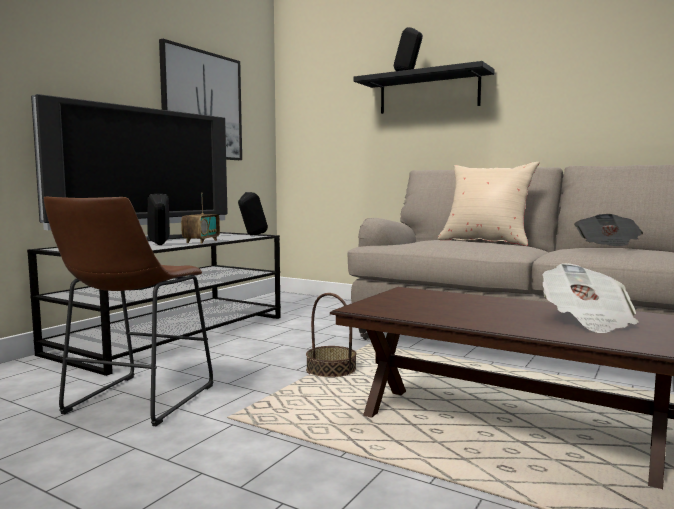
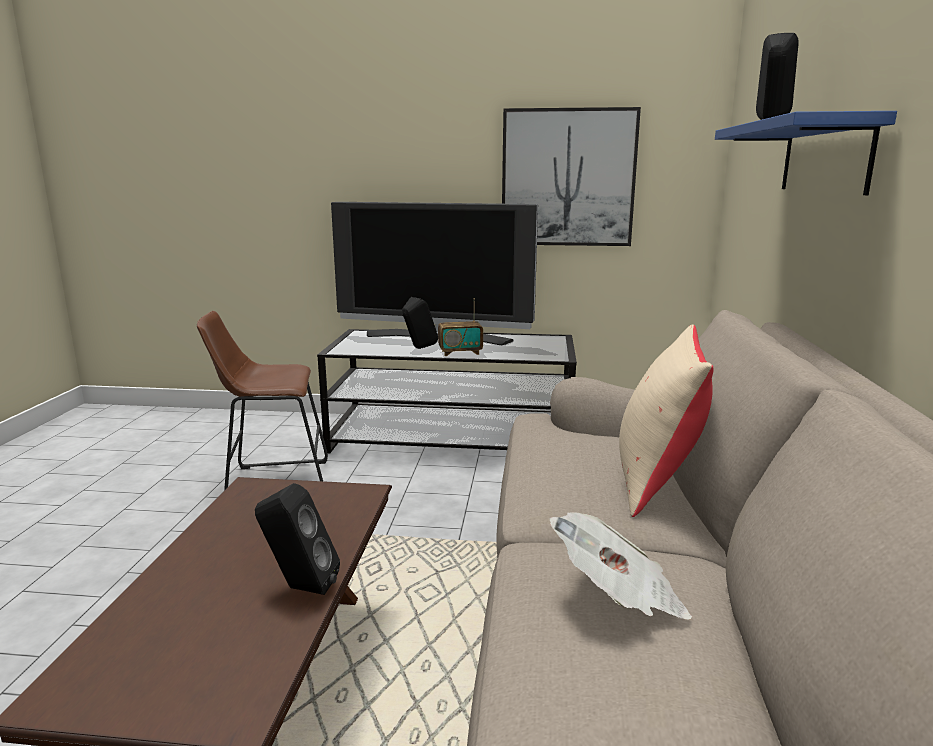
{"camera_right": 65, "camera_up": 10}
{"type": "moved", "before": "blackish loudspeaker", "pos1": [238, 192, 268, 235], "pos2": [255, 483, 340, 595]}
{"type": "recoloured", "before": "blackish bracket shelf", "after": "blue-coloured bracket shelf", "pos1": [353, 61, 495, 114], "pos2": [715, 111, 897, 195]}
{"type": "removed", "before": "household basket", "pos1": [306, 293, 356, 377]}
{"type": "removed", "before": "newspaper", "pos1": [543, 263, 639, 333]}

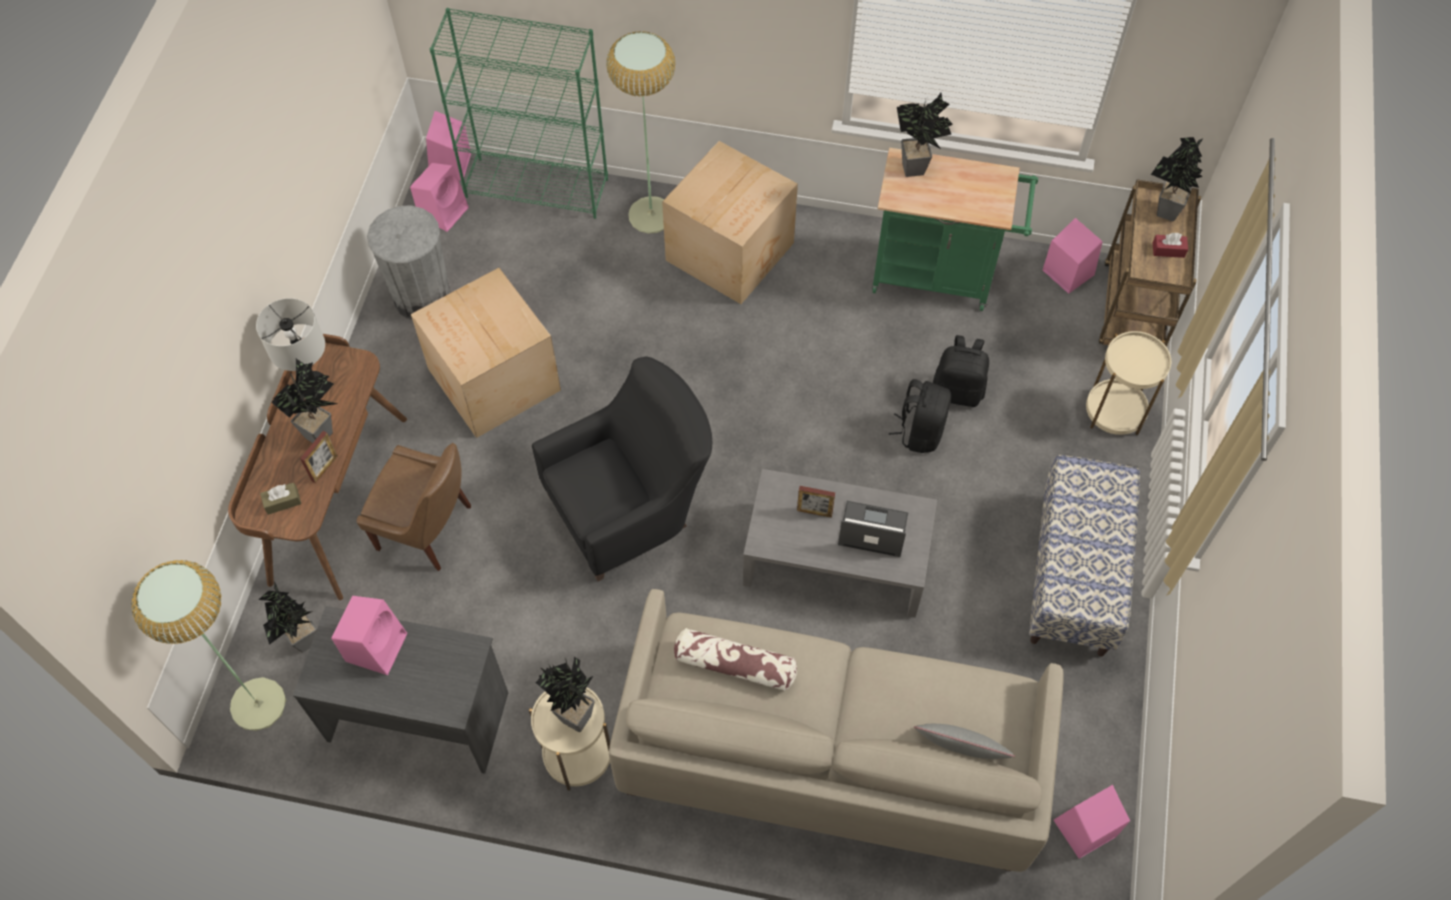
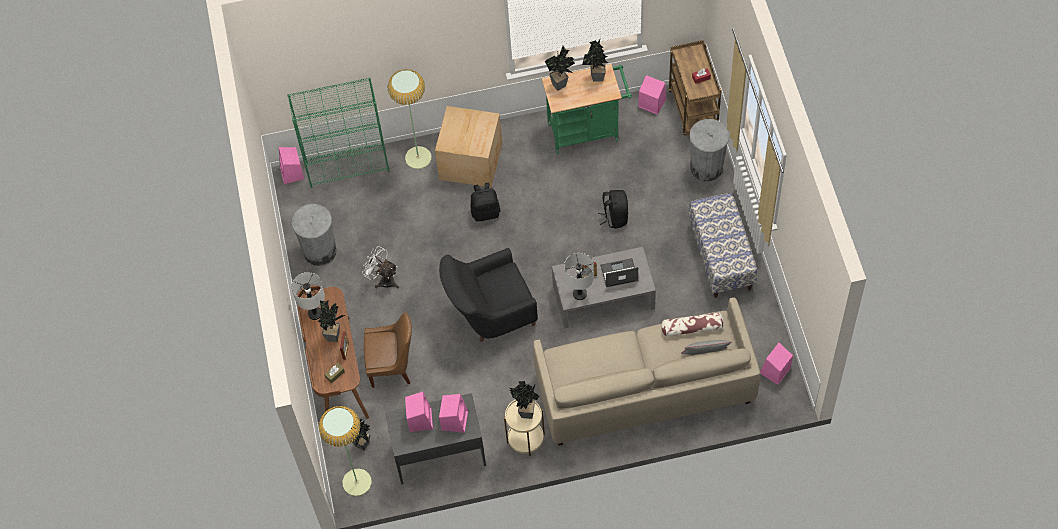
{"camera_right": -20, "camera_up": 0}
{"type": "replaced", "before": "packing box", "after": "white-coloured fan", "pos1": [411, 268, 561, 438], "pos2": [362, 246, 399, 288]}
{"type": "turned", "before": "blackish easy chair", "pos1": [532, 357, 712, 582], "pos2": [439, 248, 538, 342], "turn": -150}
{"type": "moved", "before": "pinkish loudspeaker", "pos1": [410, 163, 469, 232], "pos2": [439, 394, 468, 433]}
{"type": "moved", "before": "blackish backpack", "pos1": [933, 335, 989, 407], "pos2": [471, 182, 501, 222]}
{"type": "added", "after": "greyish lamp for a table", "pos2": [564, 253, 594, 300]}
{"type": "moved", "before": "houseplant", "pos1": [1151, 137, 1203, 221], "pos2": [582, 39, 608, 82]}
{"type": "moved", "before": "pillow", "pos1": [674, 628, 797, 691], "pos2": [661, 312, 724, 337]}
{"type": "replaced", "before": "sand-coloured side table", "after": "greyish trash can", "pos1": [1086, 331, 1171, 435], "pos2": [689, 119, 729, 182]}

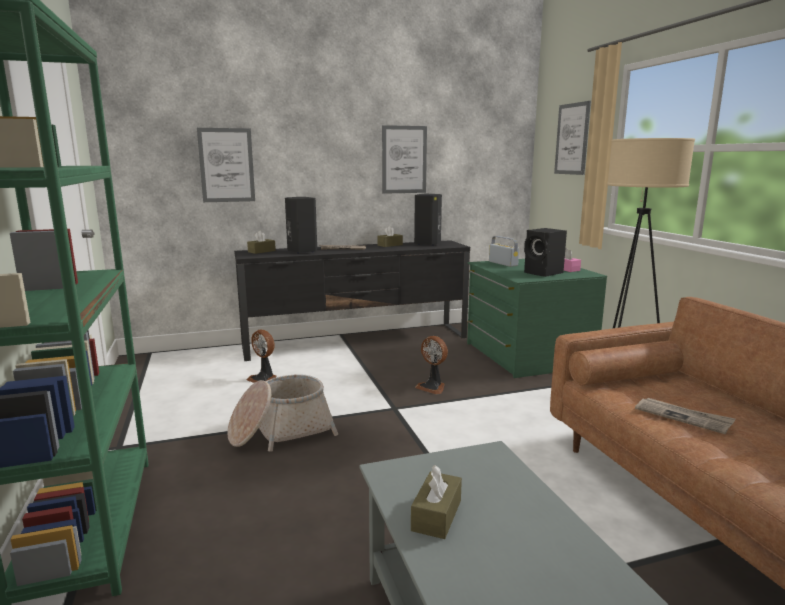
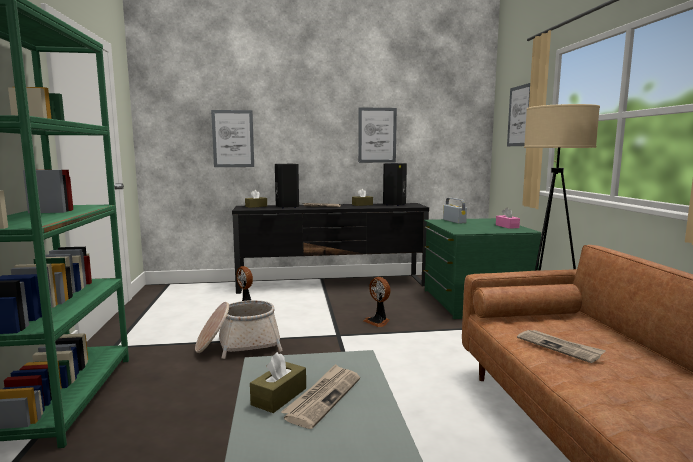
{"camera_right": 10, "camera_up": -5}
{"type": "added", "after": "newspaper", "pos2": [281, 364, 360, 429]}
{"type": "removed", "before": "blackish loudspeaker", "pos1": [524, 228, 567, 277]}

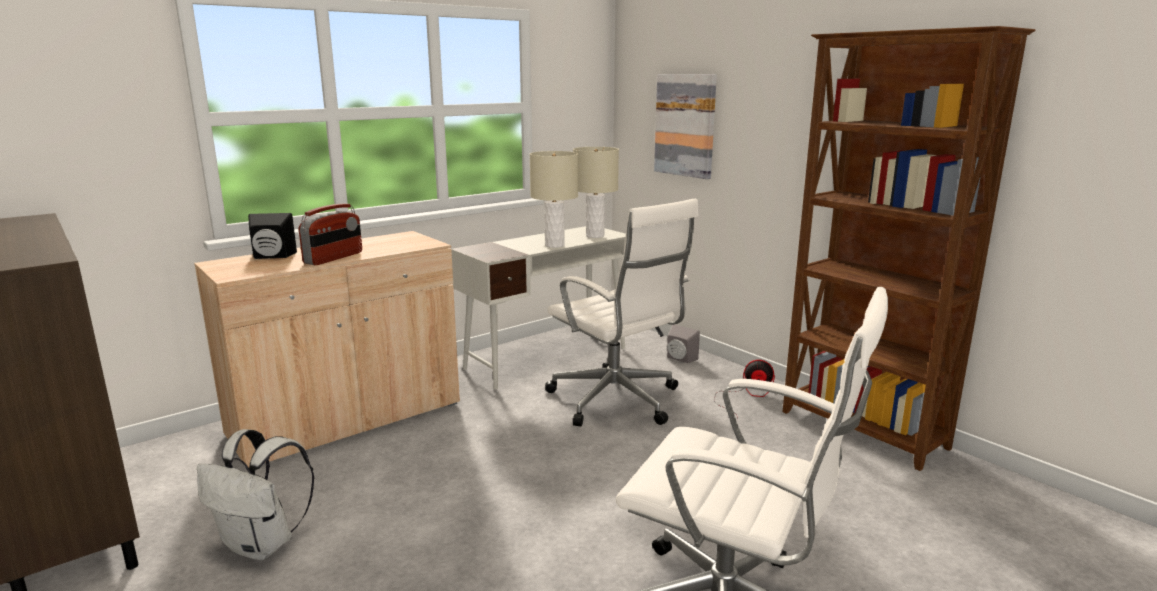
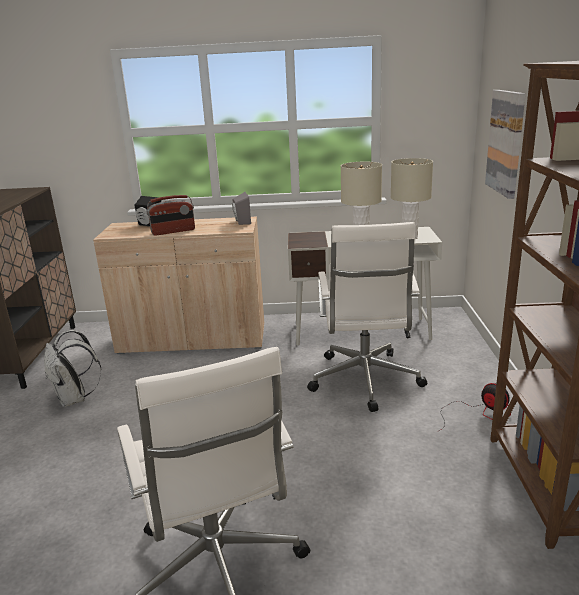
{"camera_right": 40, "camera_up": 5}
{"type": "moved", "before": "greyish loudspeaker", "pos1": [667, 325, 700, 363], "pos2": [232, 192, 251, 225]}

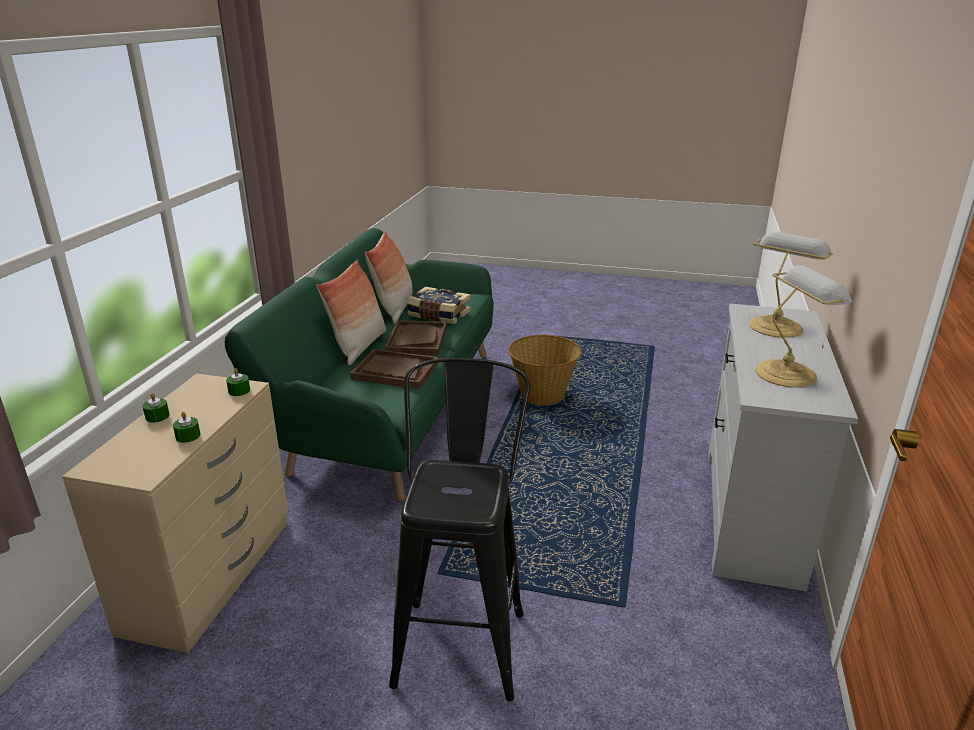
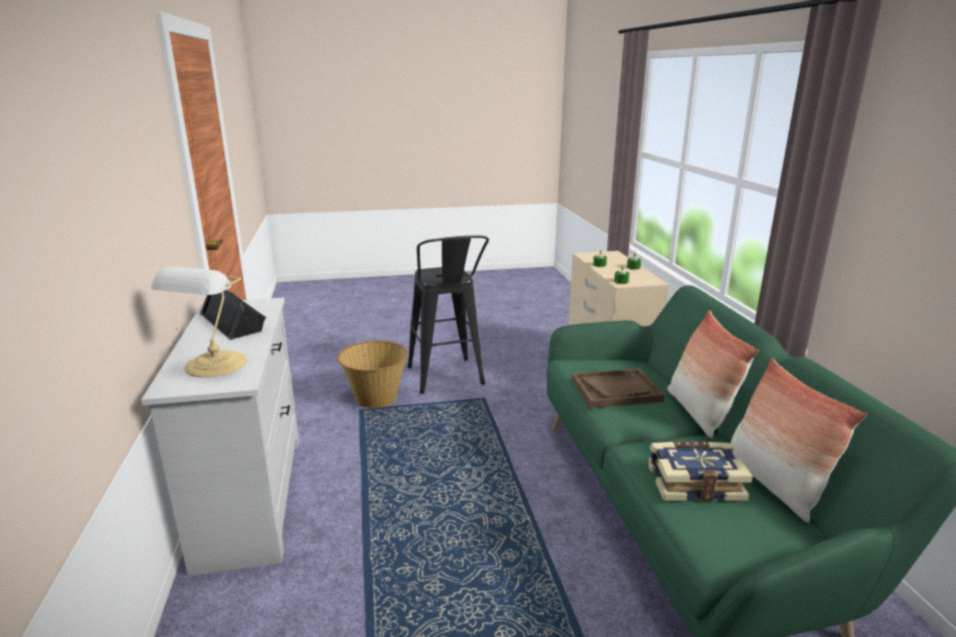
{"camera_right": 155, "camera_up": -5}
{"type": "replaced", "before": "lamp for a table", "after": "blackish loudspeaker", "pos1": [755, 265, 852, 388], "pos2": [200, 290, 266, 340]}
{"type": "moved", "before": "household basket", "pos1": [508, 335, 582, 406], "pos2": [337, 341, 408, 408]}
{"type": "removed", "before": "brown-coloured carrying tray", "pos1": [385, 320, 447, 355]}

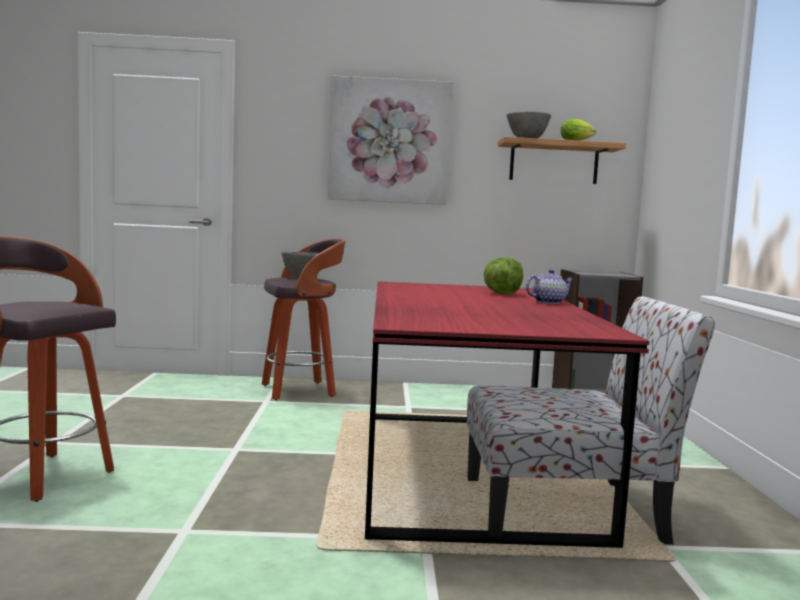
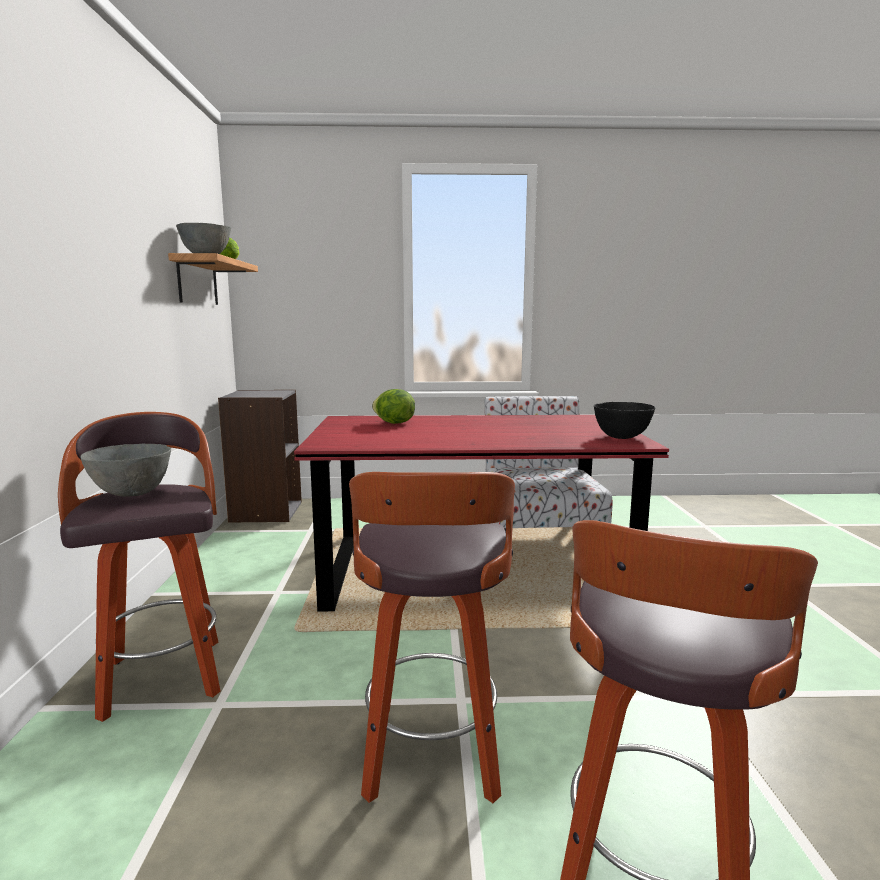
{"camera_right": -90, "camera_up": 5}
{"type": "added", "after": "stool", "pos2": [349, 472, 515, 803]}
{"type": "added", "after": "blackish bowl", "pos2": [594, 402, 655, 439]}
{"type": "removed", "before": "picture", "pos1": [328, 75, 454, 205]}
{"type": "removed", "before": "pot for tea", "pos1": [526, 269, 574, 304]}

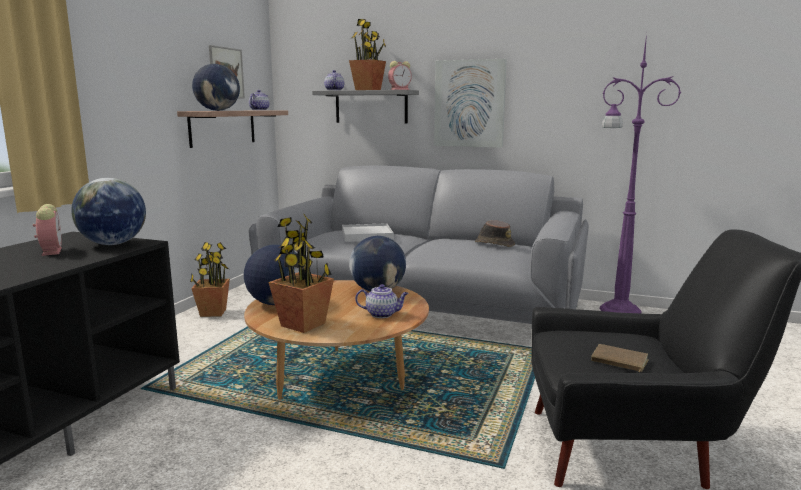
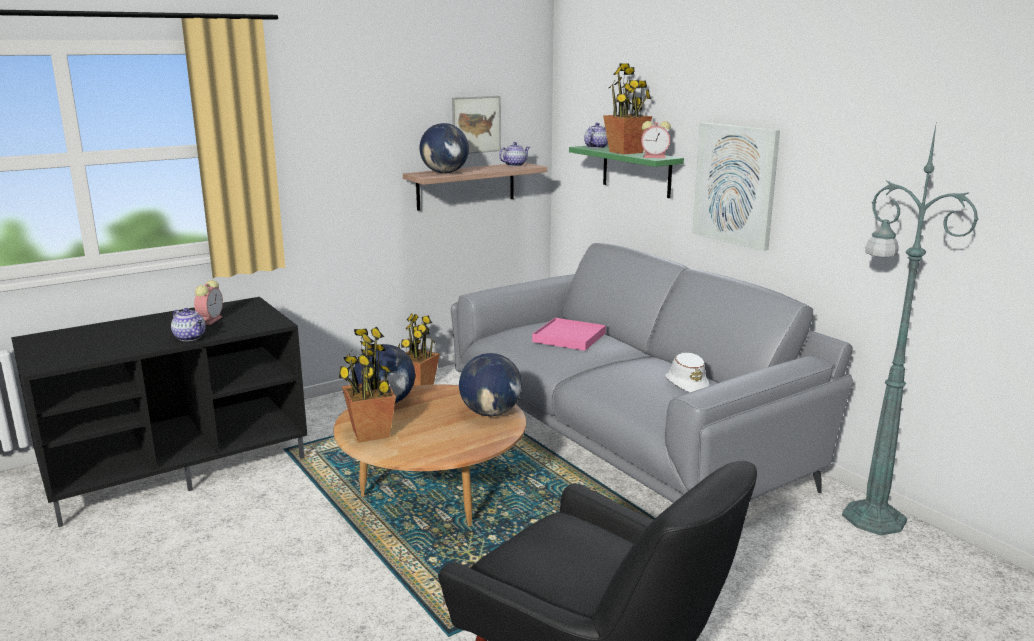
{"camera_right": 35, "camera_up": 5}
{"type": "moved", "before": "pot for tea", "pos1": [355, 284, 409, 318], "pos2": [171, 308, 206, 341]}
{"type": "recoloured", "before": "white-coloured carrying tray", "after": "pinkish carrying tray", "pos1": [342, 223, 394, 242], "pos2": [532, 318, 606, 351]}
{"type": "recoloured", "before": "greyish bracket shelf", "after": "green bracket shelf", "pos1": [312, 90, 419, 123], "pos2": [569, 146, 684, 198]}
{"type": "recoloured", "before": "brown-coloured clothing hat", "after": "white-coloured clothing hat", "pos1": [475, 220, 515, 247], "pos2": [665, 353, 709, 392]}
{"type": "recoloured", "before": "purple floor lamp", "after": "green floor lamp", "pos1": [600, 34, 681, 313], "pos2": [842, 125, 979, 536]}
{"type": "removed", "before": "world globe", "pos1": [71, 178, 146, 245]}
{"type": "removed", "before": "brown-coloured book", "pos1": [591, 344, 648, 372]}

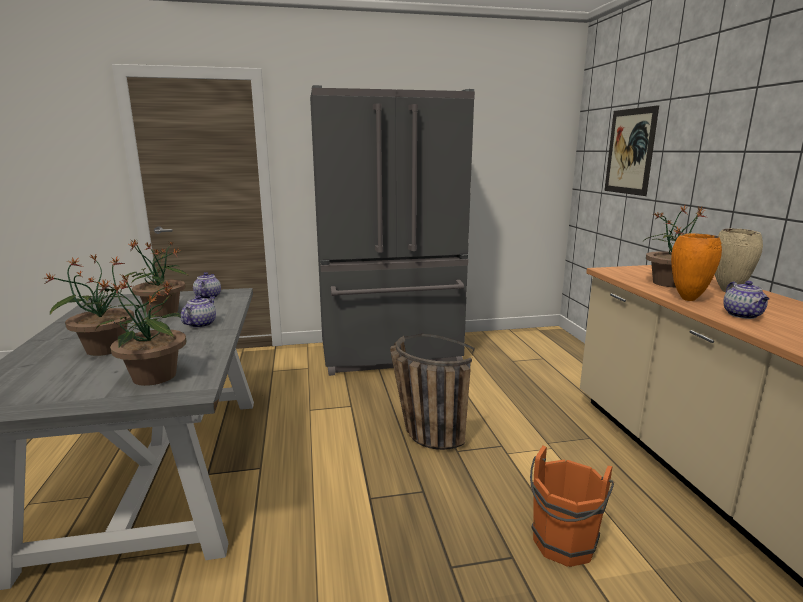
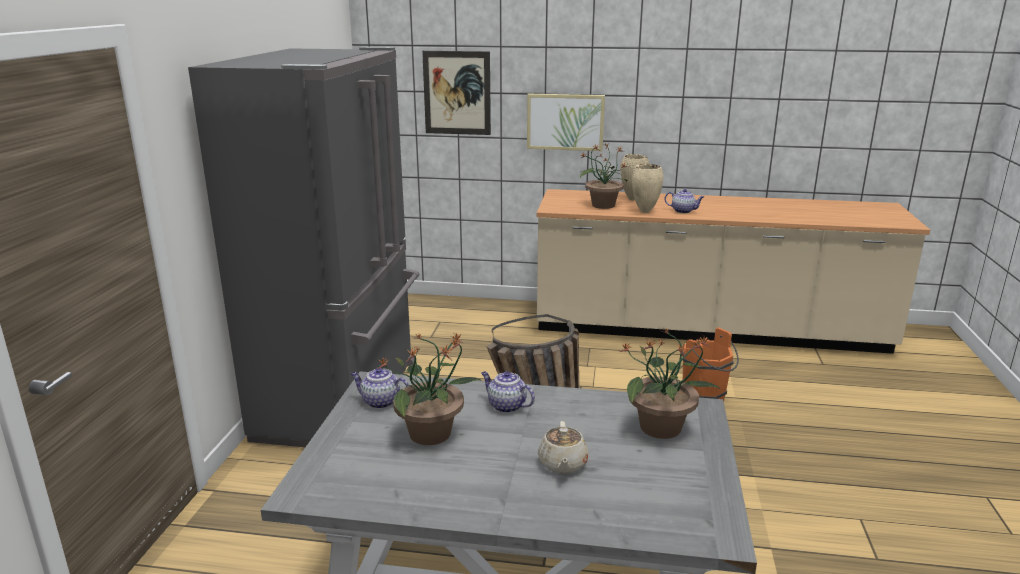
{"camera_right": -70, "camera_up": 5}
{"type": "added", "after": "picture", "pos2": [527, 94, 605, 151]}
{"type": "replaced", "before": "houseplant", "after": "sand-coloured pot for tea", "pos1": [45, 254, 139, 356], "pos2": [538, 421, 589, 474]}
{"type": "recoloured", "before": "orange vase", "after": "sand-coloured vase", "pos1": [671, 233, 722, 301], "pos2": [632, 164, 663, 213]}

